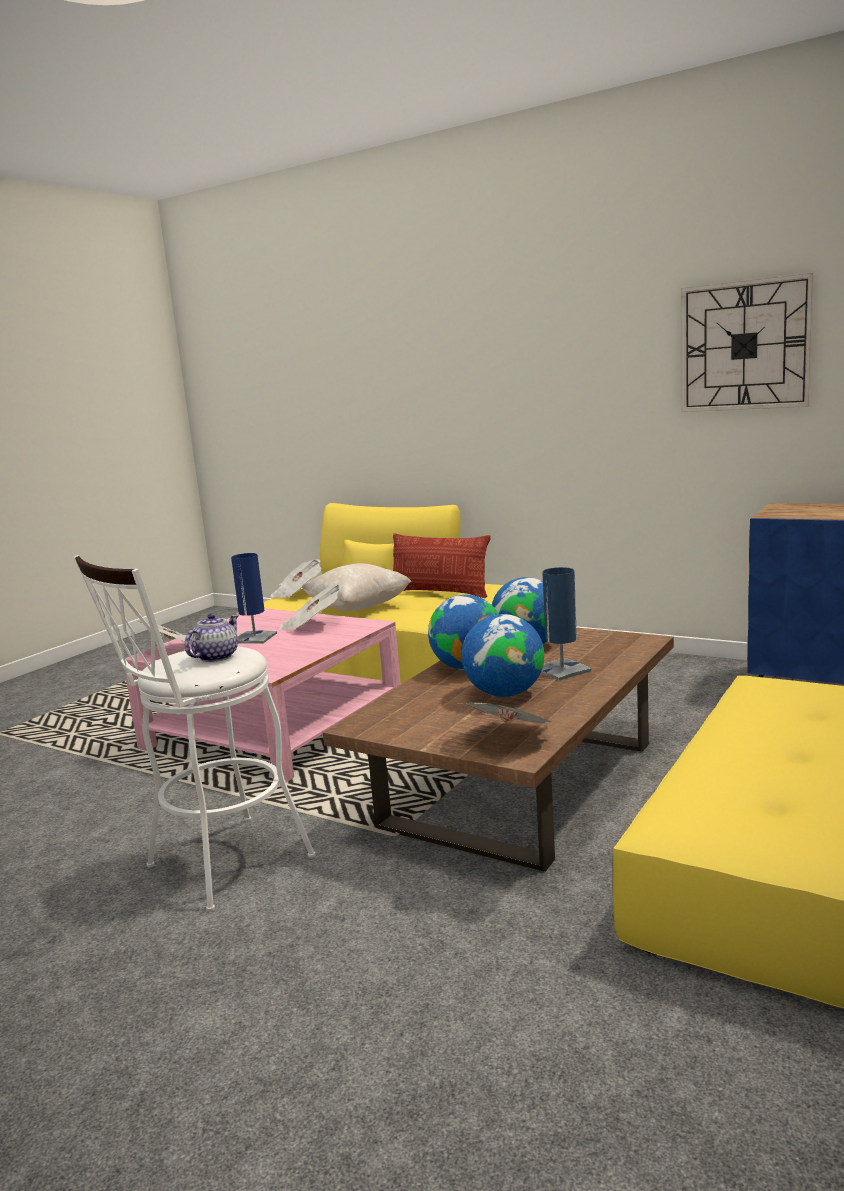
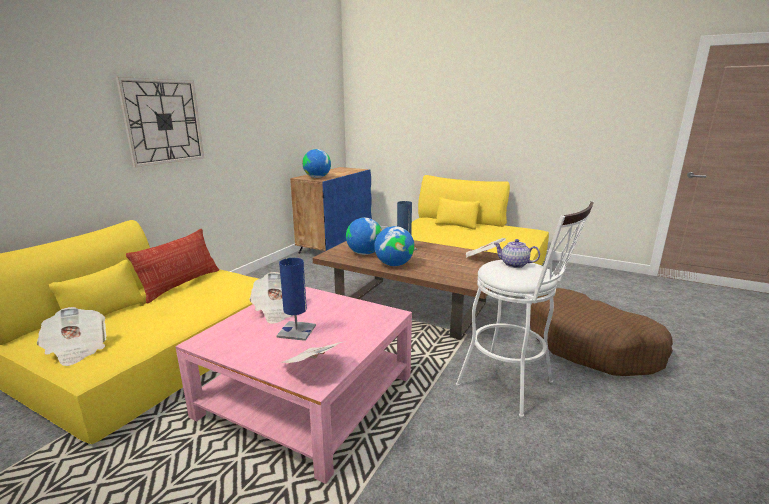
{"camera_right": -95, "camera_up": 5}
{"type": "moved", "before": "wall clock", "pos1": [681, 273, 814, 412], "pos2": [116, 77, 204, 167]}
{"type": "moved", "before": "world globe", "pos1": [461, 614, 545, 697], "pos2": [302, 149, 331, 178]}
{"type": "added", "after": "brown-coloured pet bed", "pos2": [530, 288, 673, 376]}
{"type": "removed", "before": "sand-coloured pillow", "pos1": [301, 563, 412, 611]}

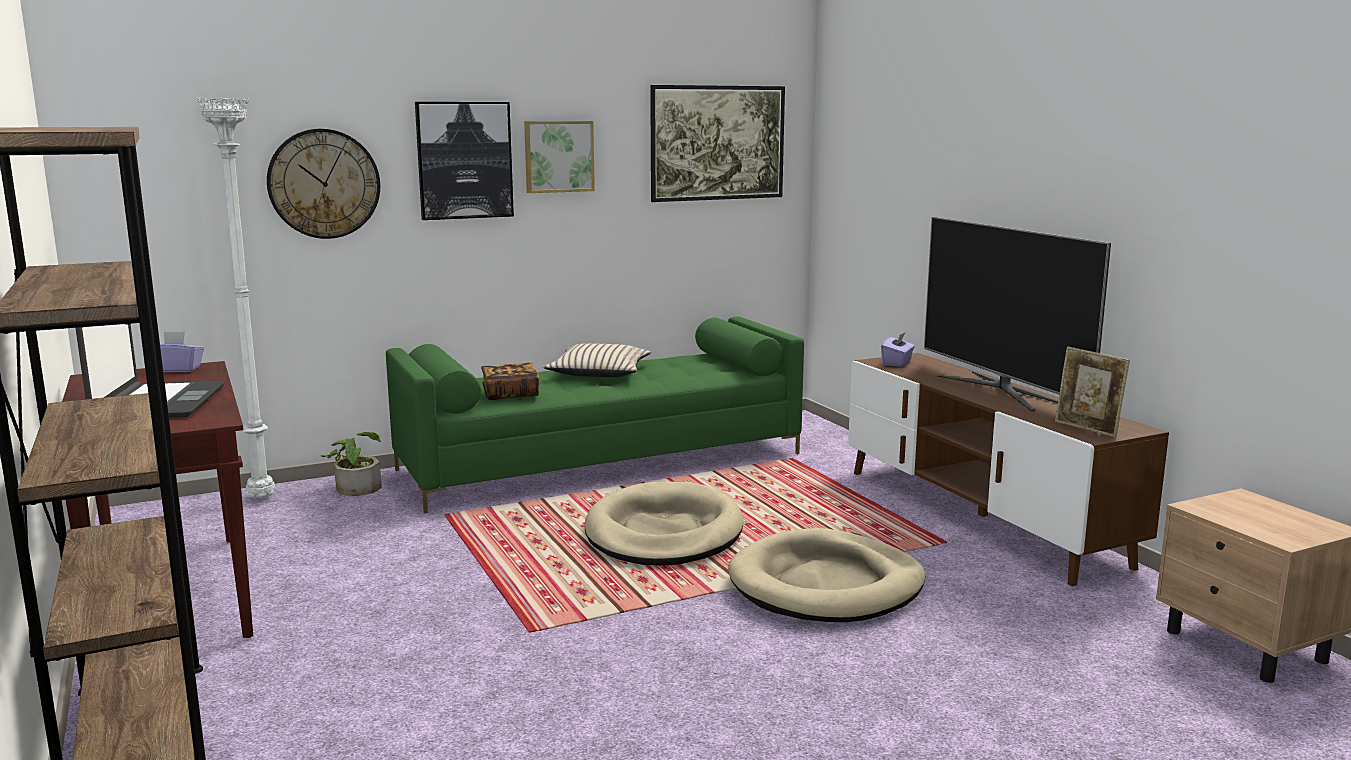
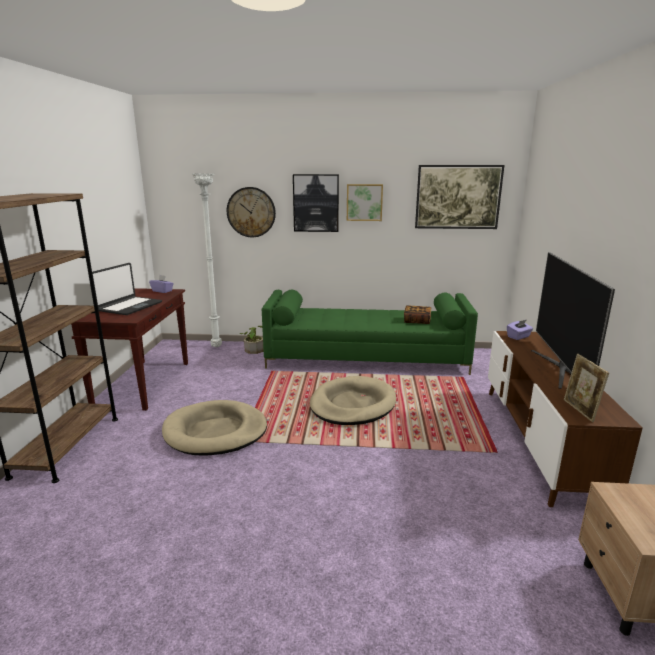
{"camera_right": 30, "camera_up": 5}
{"type": "moved", "before": "sand-coloured pet bed", "pos1": [728, 528, 926, 622], "pos2": [162, 400, 267, 455]}
{"type": "moved", "before": "book", "pos1": [481, 363, 539, 400], "pos2": [404, 305, 431, 324]}
{"type": "removed", "before": "sand-coloured pillow", "pos1": [543, 343, 651, 377]}

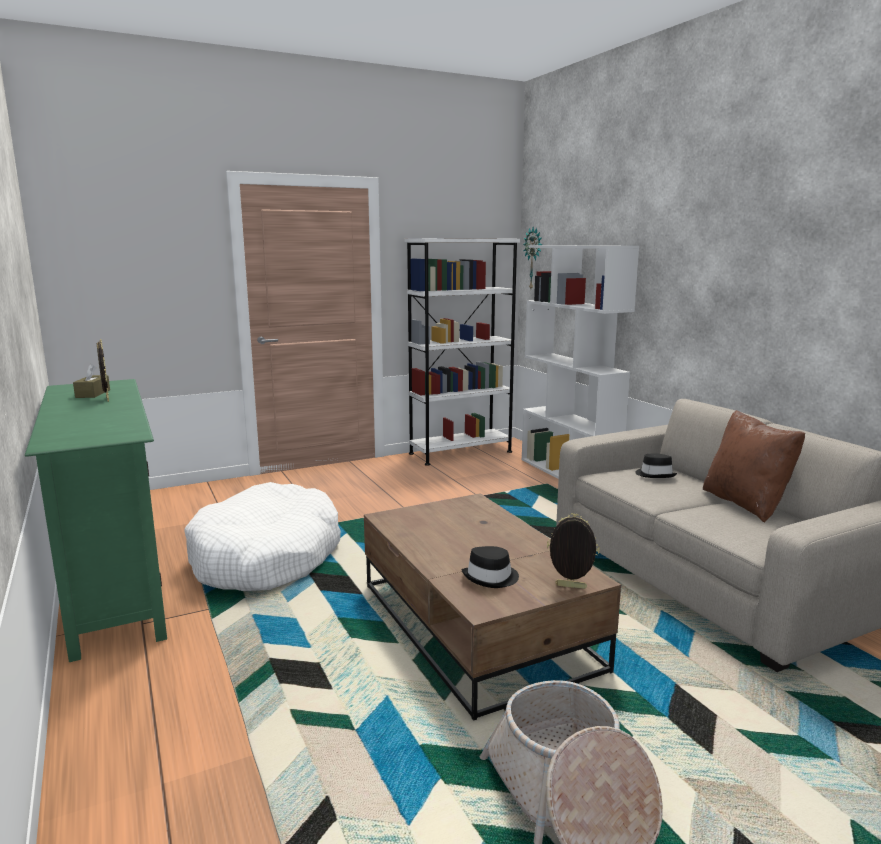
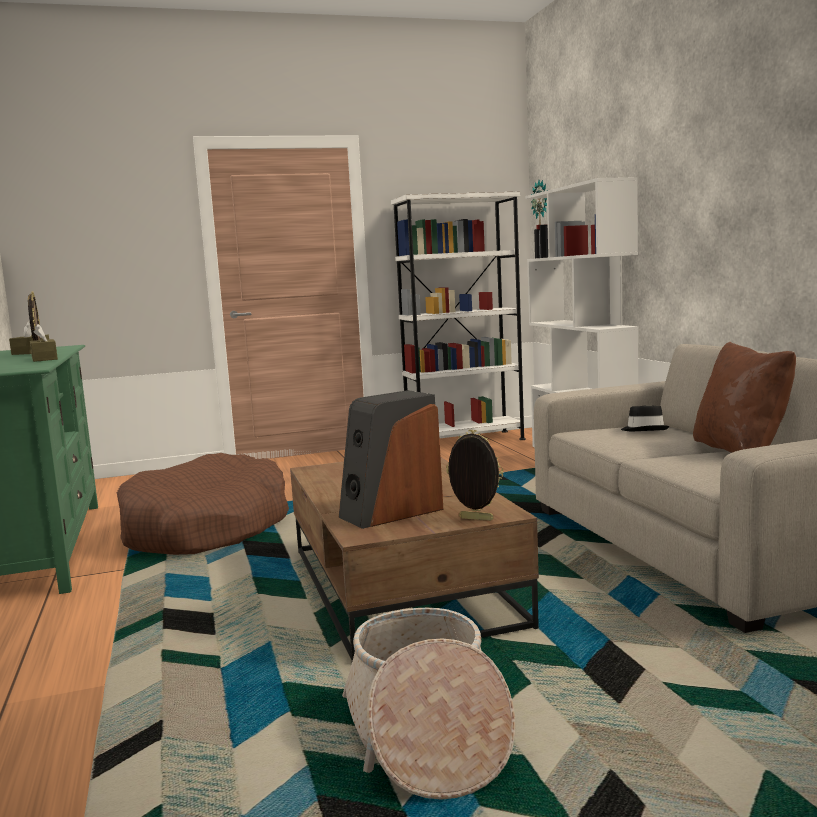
{"camera_right": 10, "camera_up": -5}
{"type": "added", "after": "brown-coloured box of tissues", "pos2": [30, 324, 58, 362]}
{"type": "recoloured", "before": "white-coloured pet bed", "after": "brown-coloured pet bed", "pos1": [184, 482, 341, 591], "pos2": [117, 453, 289, 555]}
{"type": "replaced", "before": "blackish clothing hat", "after": "loudspeaker", "pos1": [462, 546, 519, 588], "pos2": [339, 390, 443, 529]}

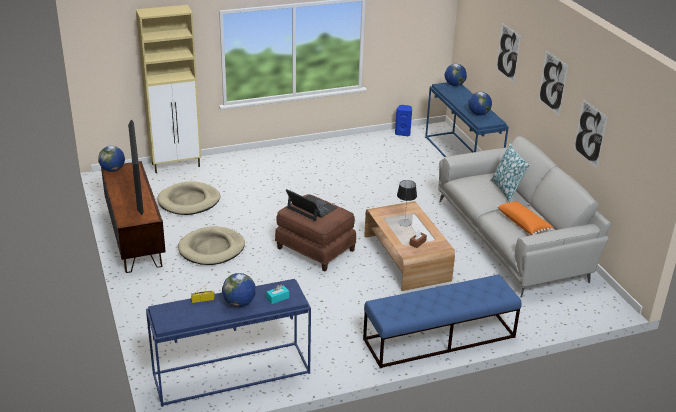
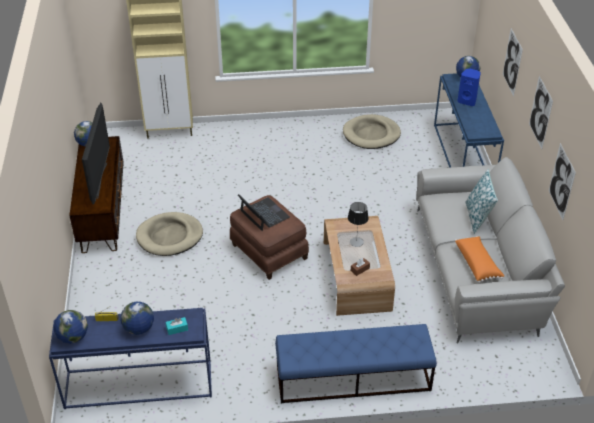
{"camera_right": 15, "camera_up": 10}
{"type": "moved", "before": "world globe", "pos1": [468, 92, 492, 115], "pos2": [53, 310, 88, 344]}
{"type": "moved", "before": "sand-coloured pet bed", "pos1": [157, 182, 220, 215], "pos2": [343, 114, 401, 149]}
{"type": "moved", "before": "blue-coloured loudspeaker", "pos1": [395, 105, 412, 136], "pos2": [457, 69, 481, 106]}

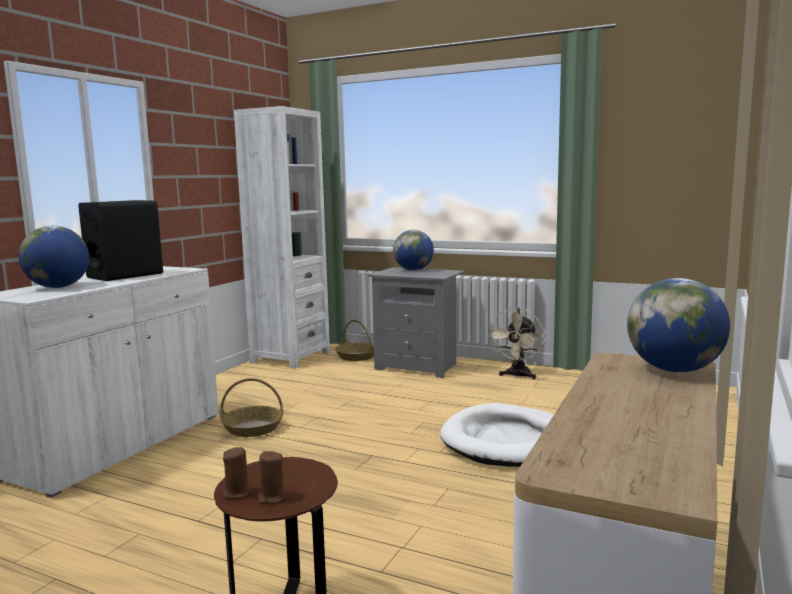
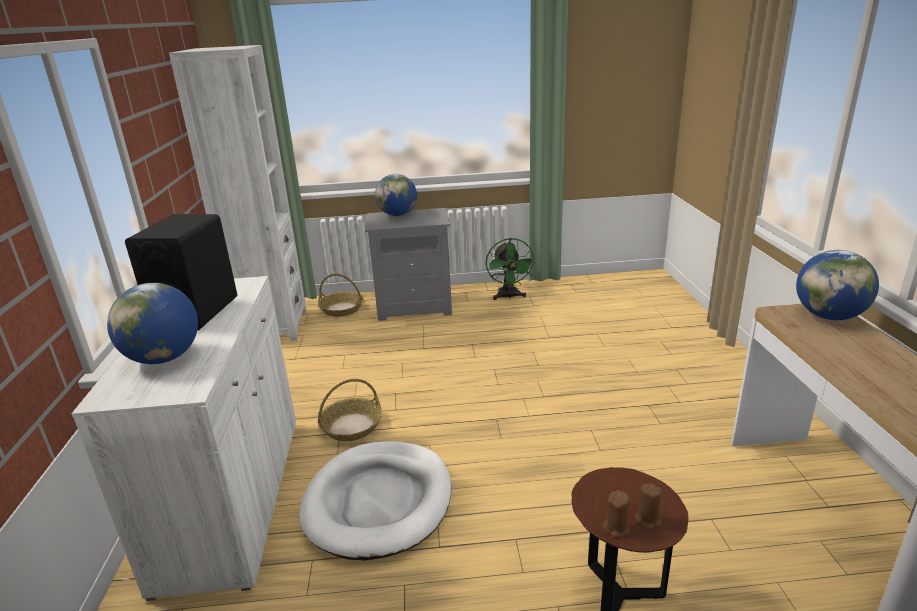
{"camera_right": -30, "camera_up": 15}
{"type": "moved", "before": "white-coloured pet bed", "pos1": [440, 403, 554, 467], "pos2": [299, 441, 451, 561]}
{"type": "recoloured", "before": "sand-coloured fan", "after": "green fan", "pos1": [488, 308, 544, 379], "pos2": [486, 238, 536, 300]}

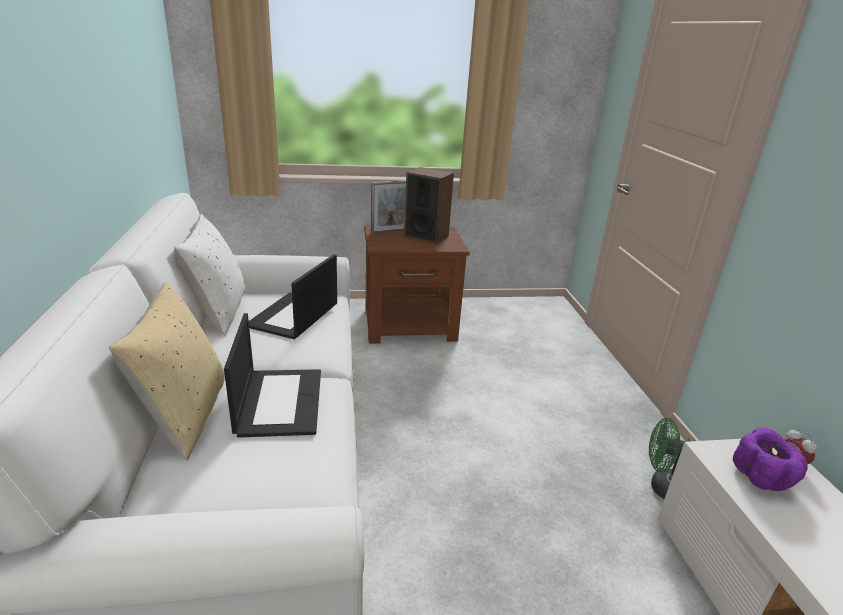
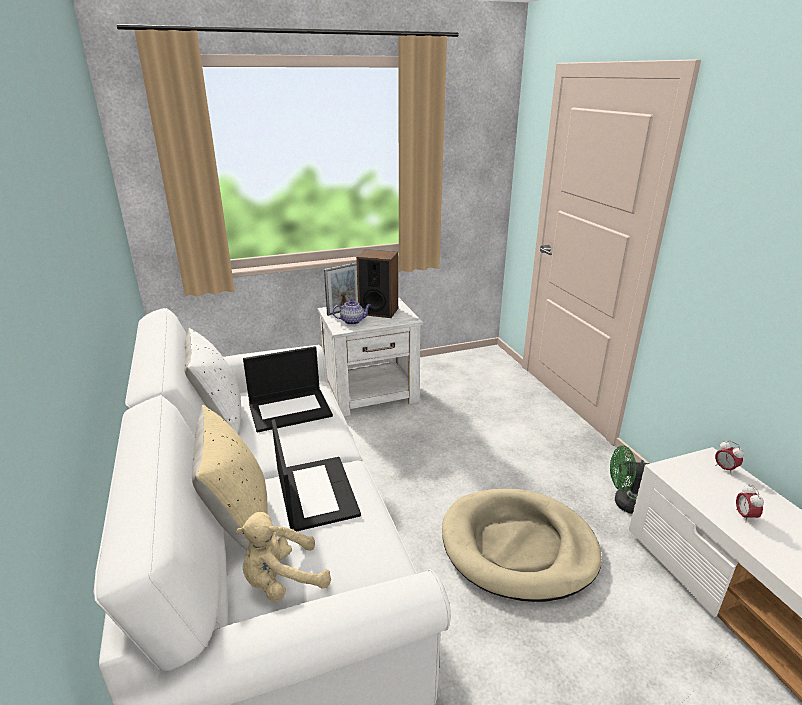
{"camera_right": -10, "camera_up": 0}
{"type": "added", "after": "sand-coloured cuddly toy", "pos2": [236, 512, 331, 602]}
{"type": "turned", "before": "laptop", "pos1": [249, 254, 337, 339], "pos2": [243, 346, 333, 433], "turn": -120}
{"type": "recoloured", "before": "brown-coloured nightstand", "after": "white-coloured nightstand", "pos1": [364, 226, 470, 344], "pos2": [318, 298, 423, 417]}
{"type": "added", "after": "pot for tea", "pos2": [333, 300, 371, 325]}
{"type": "added", "after": "sand-coloured pet bed", "pos2": [442, 488, 602, 602]}
{"type": "added", "after": "alarm clock", "pos2": [736, 484, 764, 523]}
{"type": "removed", "before": "purple bowl", "pos1": [733, 427, 808, 491]}

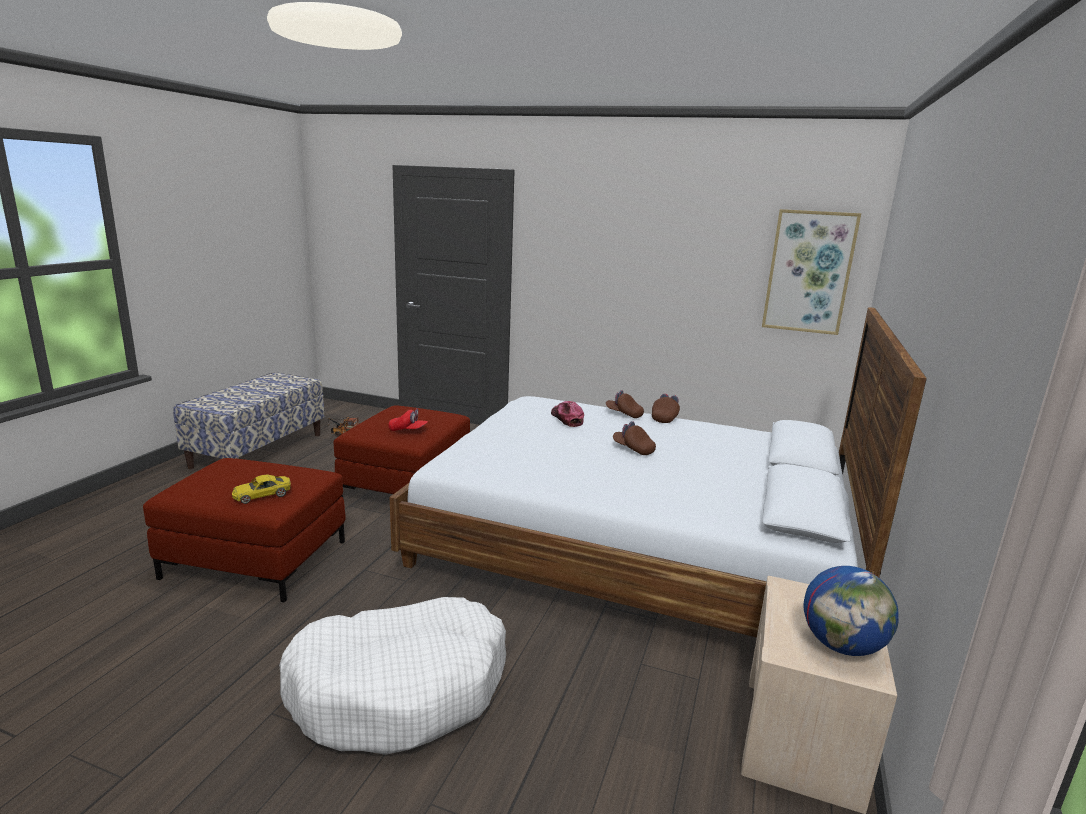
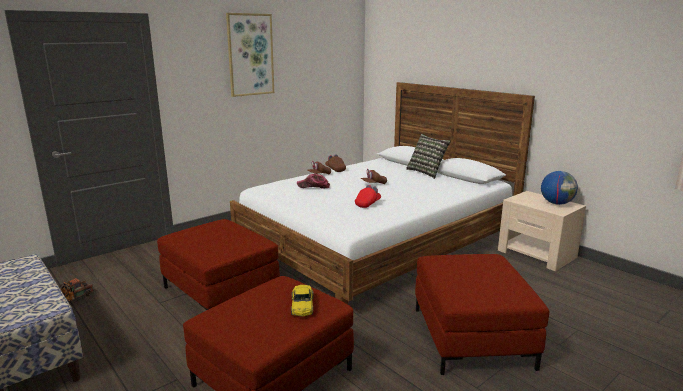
{"camera_right": -60, "camera_up": 0}
{"type": "moved", "before": "picture", "pos1": [762, 209, 861, 335], "pos2": [226, 13, 274, 97]}
{"type": "moved", "before": "reddish peaked cap", "pos1": [388, 408, 428, 431], "pos2": [355, 185, 381, 208]}
{"type": "added", "after": "pillow", "pos2": [406, 134, 451, 179]}
{"type": "replaced", "before": "white-coloured pet bed", "after": "reddish ottoman", "pos1": [279, 597, 506, 755], "pos2": [415, 254, 550, 375]}

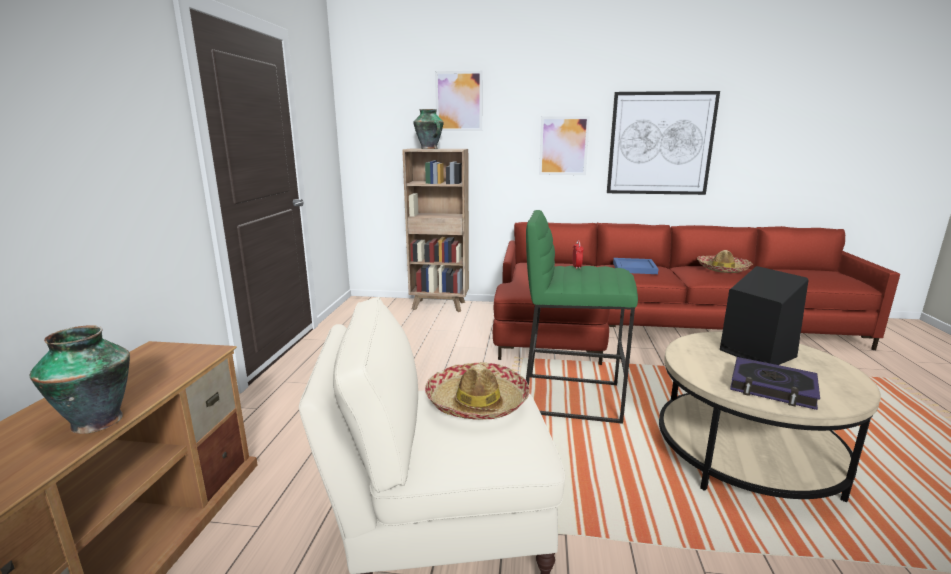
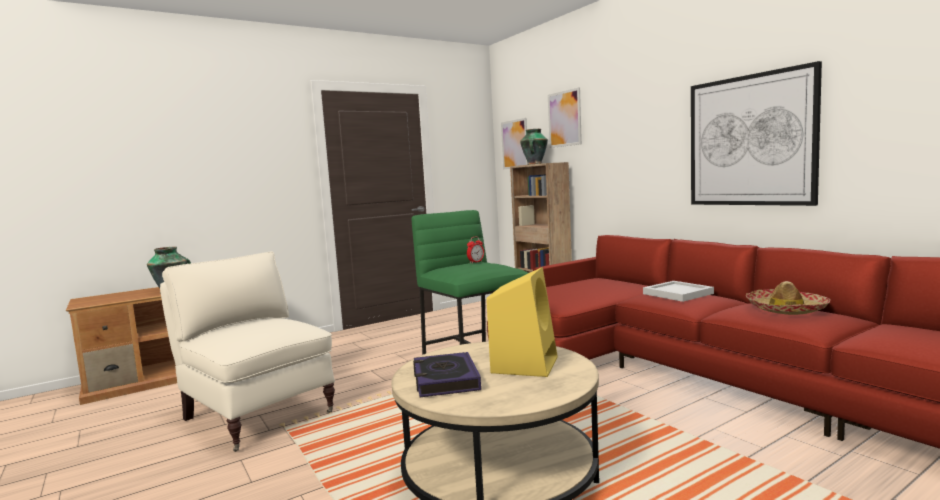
{"camera_right": 50, "camera_up": -10}
{"type": "recoloured", "before": "blackish loudspeaker", "after": "yellow loudspeaker", "pos1": [720, 266, 808, 365], "pos2": [486, 267, 558, 377]}
{"type": "moved", "before": "picture", "pos1": [539, 116, 590, 175], "pos2": [501, 118, 528, 169]}
{"type": "recoloured", "before": "blue-coloured carrying tray", "after": "white-coloured carrying tray", "pos1": [613, 258, 658, 274], "pos2": [643, 281, 714, 302]}
{"type": "removed", "before": "clothing hat", "pos1": [425, 362, 530, 420]}

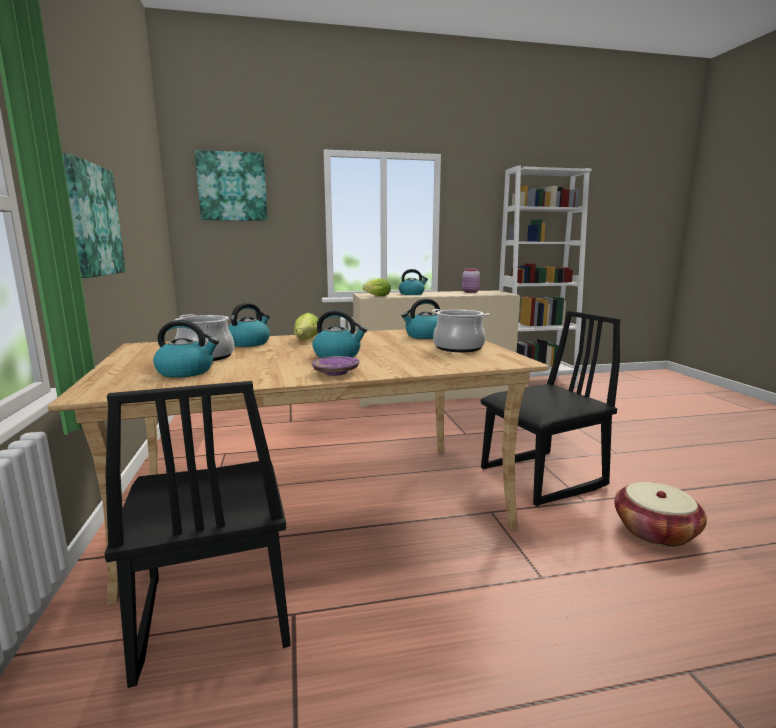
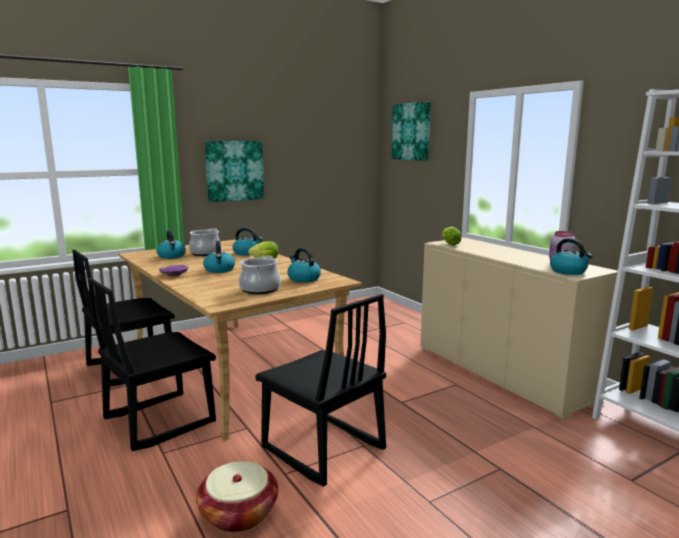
{"camera_right": 70, "camera_up": 0}
{"type": "added", "after": "blackish upright chair", "pos2": [88, 278, 216, 451]}
{"type": "moved", "before": "water kettle", "pos1": [399, 269, 428, 295], "pos2": [550, 238, 593, 275]}

